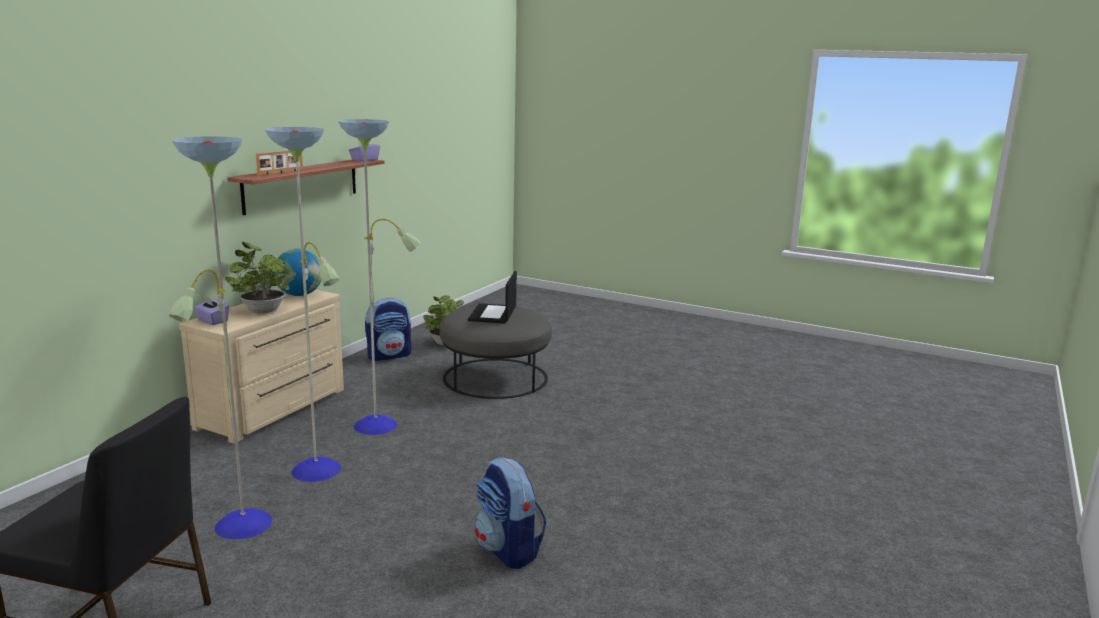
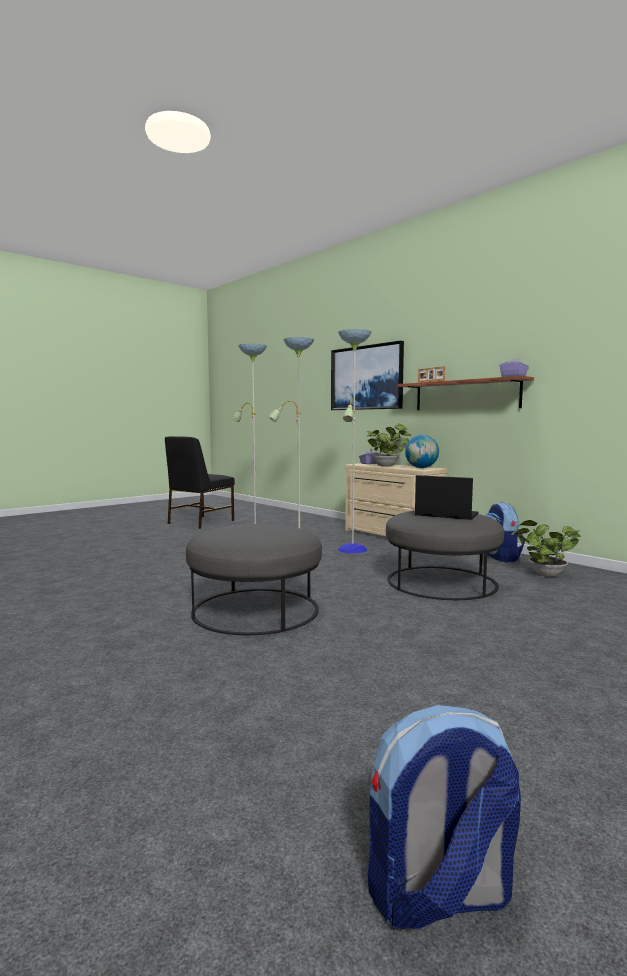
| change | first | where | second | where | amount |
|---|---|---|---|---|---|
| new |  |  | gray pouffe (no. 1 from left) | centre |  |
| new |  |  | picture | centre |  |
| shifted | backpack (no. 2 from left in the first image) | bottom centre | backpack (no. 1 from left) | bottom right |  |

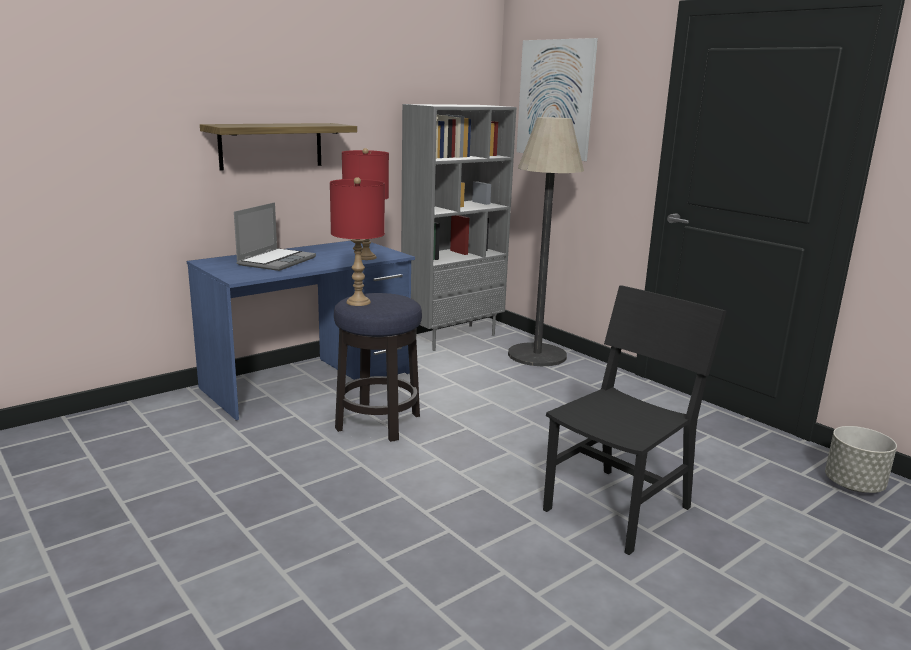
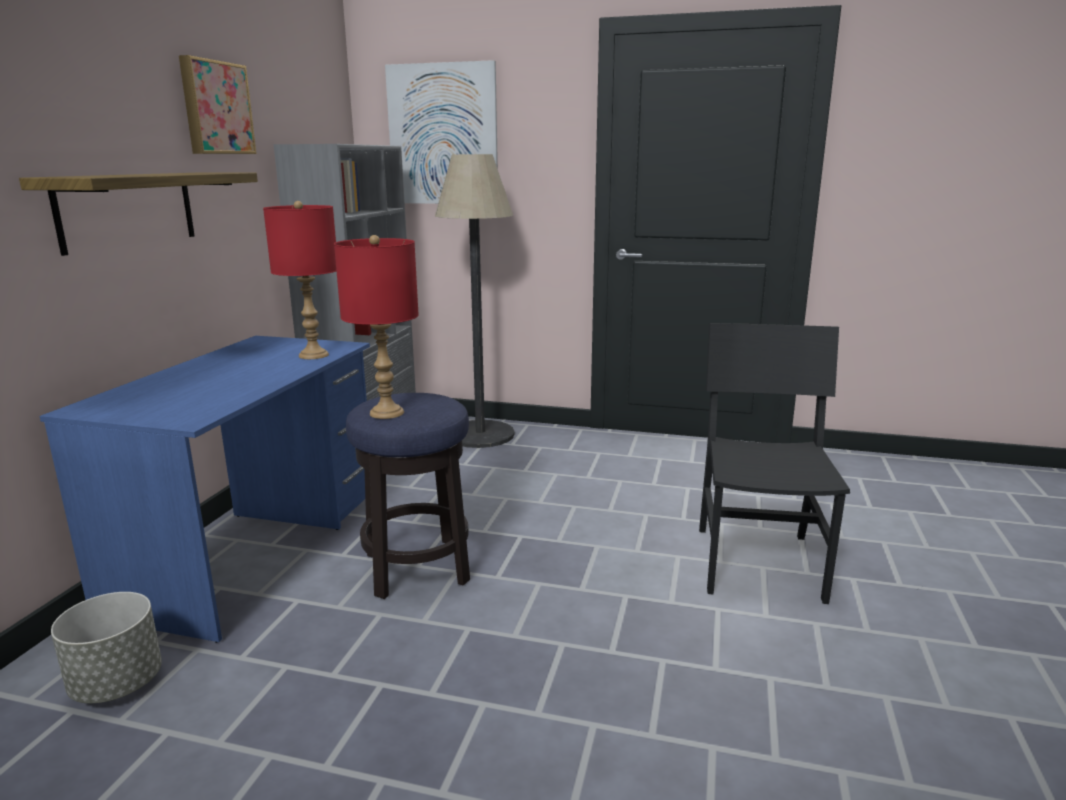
| change | first | where | second | where | amount |
|---|---|---|---|---|---|
| gone | notebook computer | middle left |  |  |  |
| new |  |  | picture (no. 1 from left) | top left |  |
| shifted | gray plant pot | bottom right |  | bottom left |  |

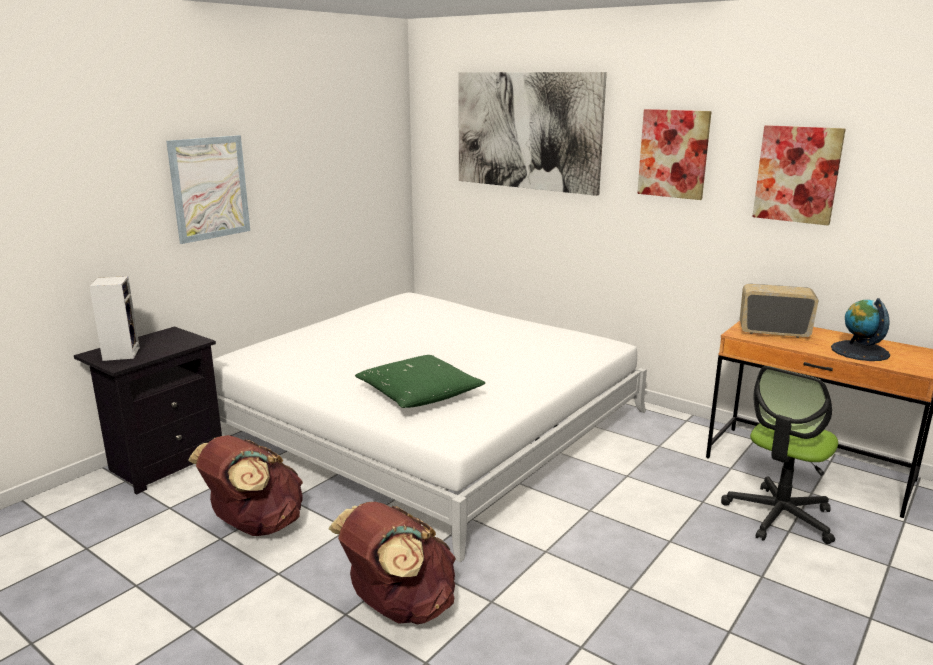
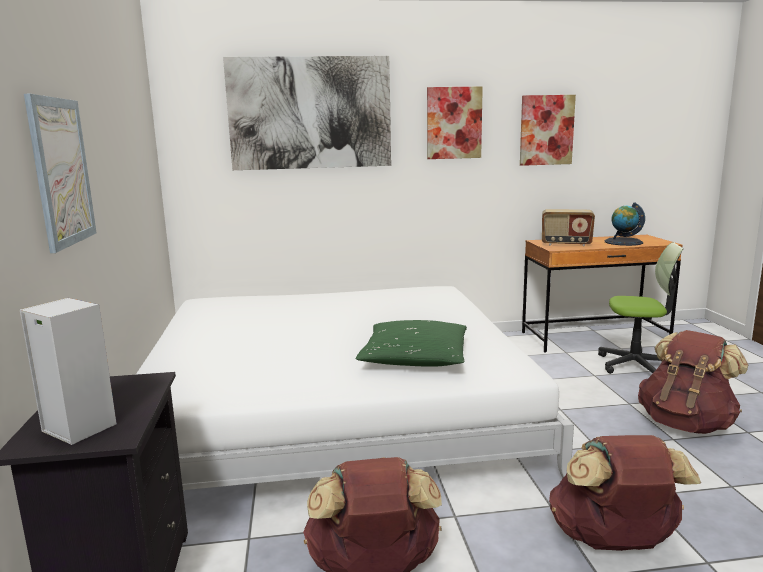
| change | first | where | second | where | amount |
|---|---|---|---|---|---|
| new |  |  | brown-coloured backpack (no. 3 from left) | bottom right |  |
| rotated | office chair | bottom right |  | middle right | 75 degrees counterclockwise |
| rotated | radio receiver | middle right |  | middle right | 135 degrees counterclockwise |

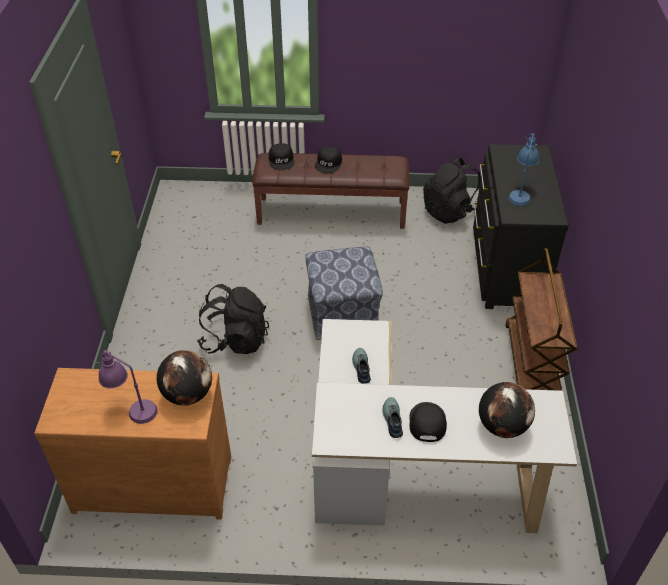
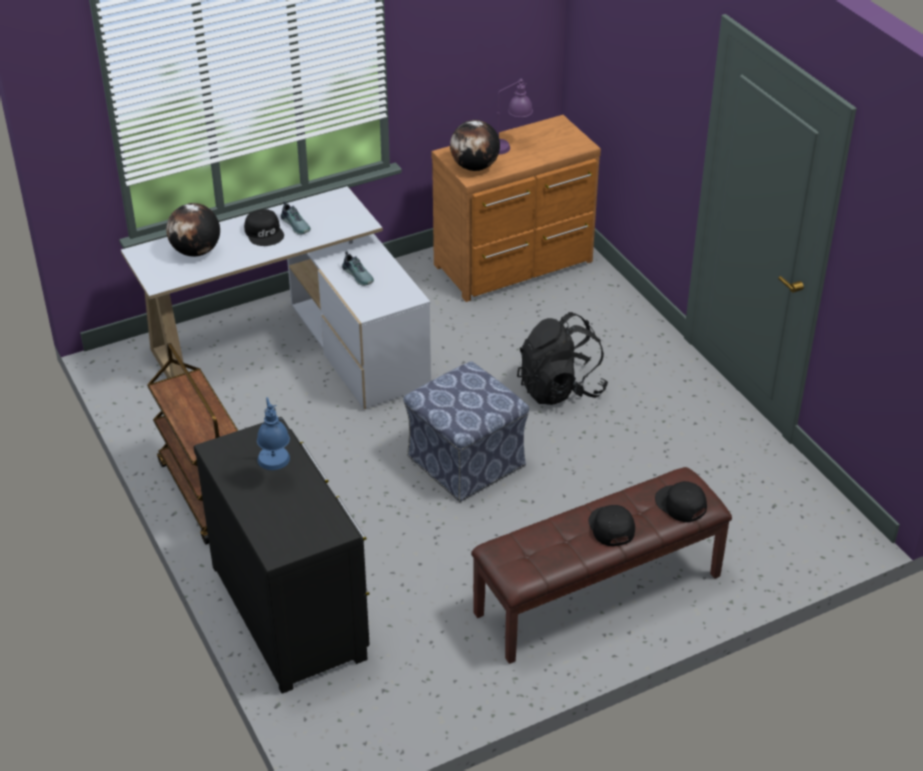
| change | first | where | second | where | amount |
|---|---|---|---|---|---|
| gone | black backpack (no. 2 from left) | top right |  |  |  |

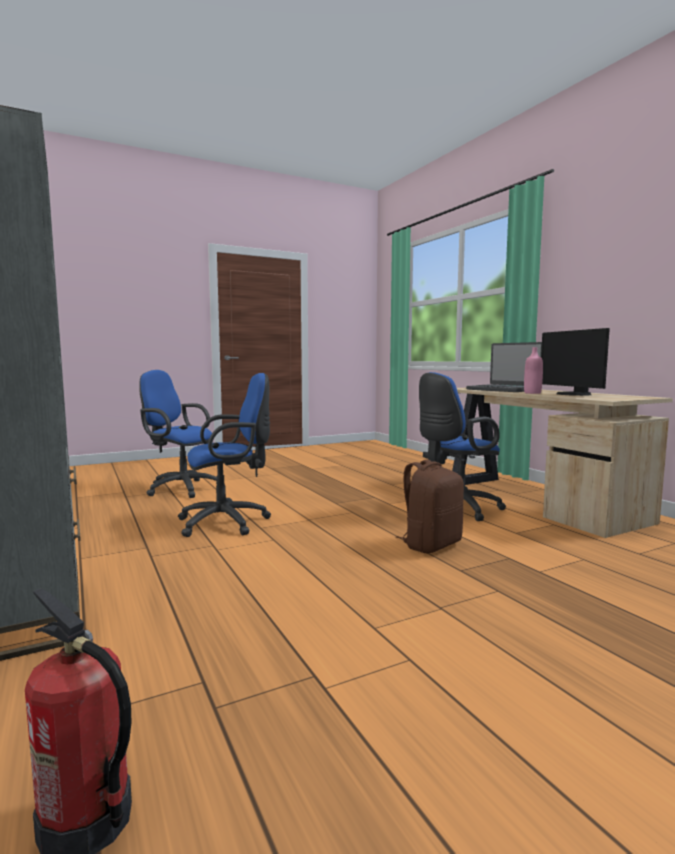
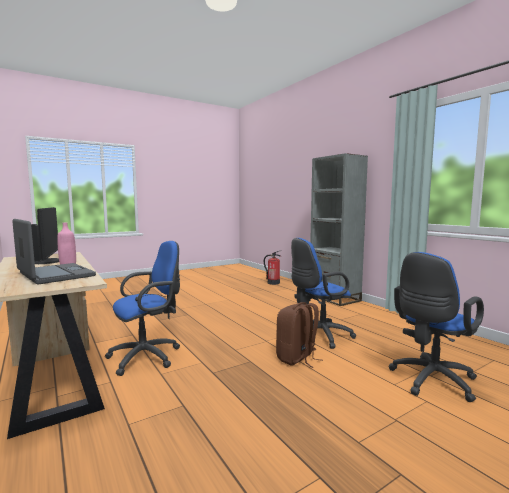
| change | first | where | second | where | amount |
|---|---|---|---|---|---|
| shifted | brown-coloured backpack | centre |  | bottom centre |  |
| rotated | blue-coloured office chair (no. 1 from left in the first image) | middle left | blue-coloured office chair (no. 3 from left) | middle right | 120 degrees clockwise |

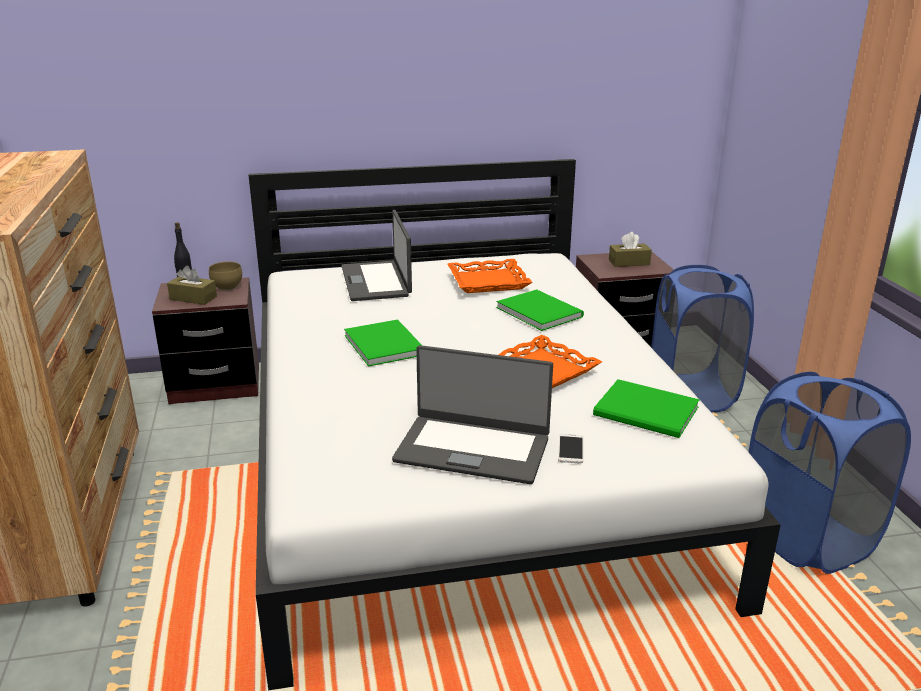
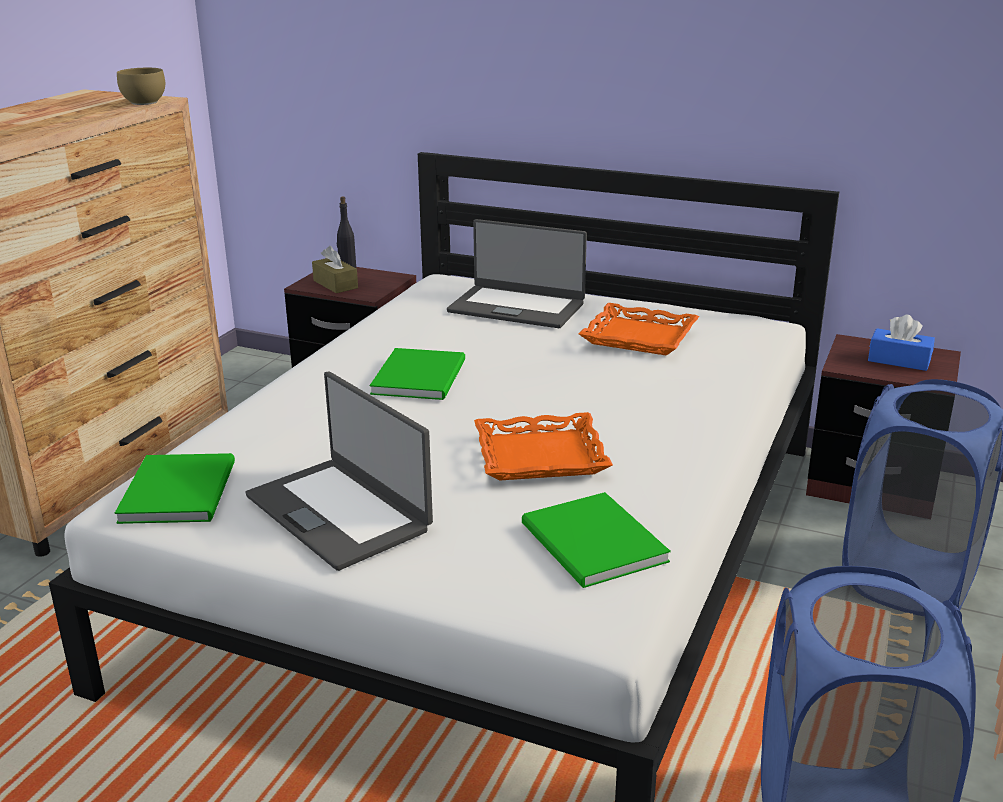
| change | first | where | second | where | amount |
|---|---|---|---|---|---|
| gone | handset | centre |  |  |  |
| shifted | brown-coloured serving bowl | middle left |  | top left |  |
| shifted | green bound book (no. 2 from left in the first image) | centre | green bound book (no. 1 from left) | middle left |  |
| repainted | brown-coloured box of tissues (no. 2 from left) | middle right | blue-coloured box of tissues | middle right |  |
| rotated | notebook computer (no. 1 from left in the first image) | centre | notebook computer (no. 2 from left) | centre | 90 degrees counterclockwise |

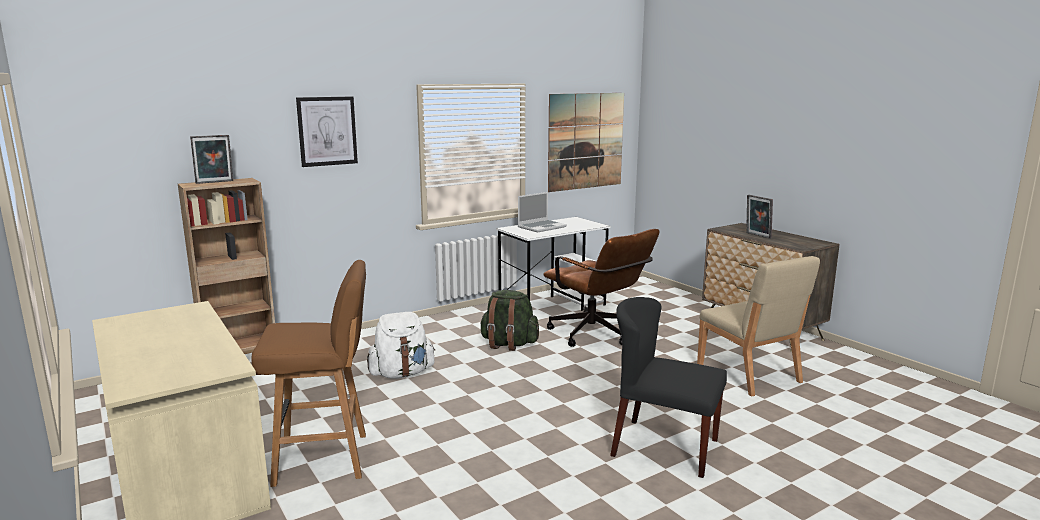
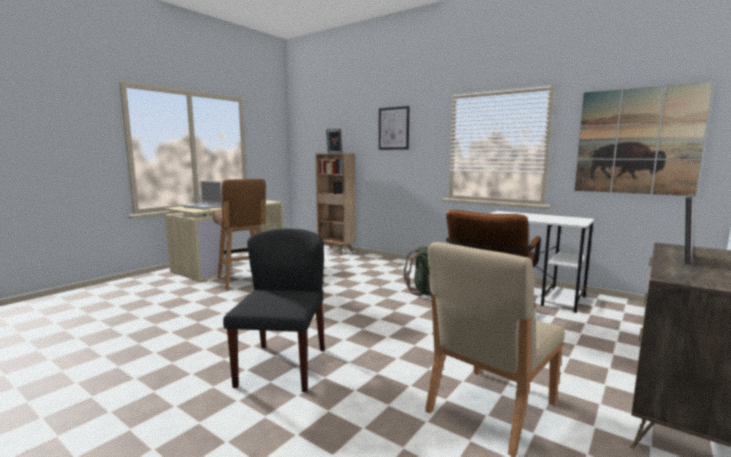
| change | first | where | second | where | amount |
|---|---|---|---|---|---|
| gone | whitish backpack | centre |  |  |  |
| shifted | notebook computer | centre |  | middle left |  |

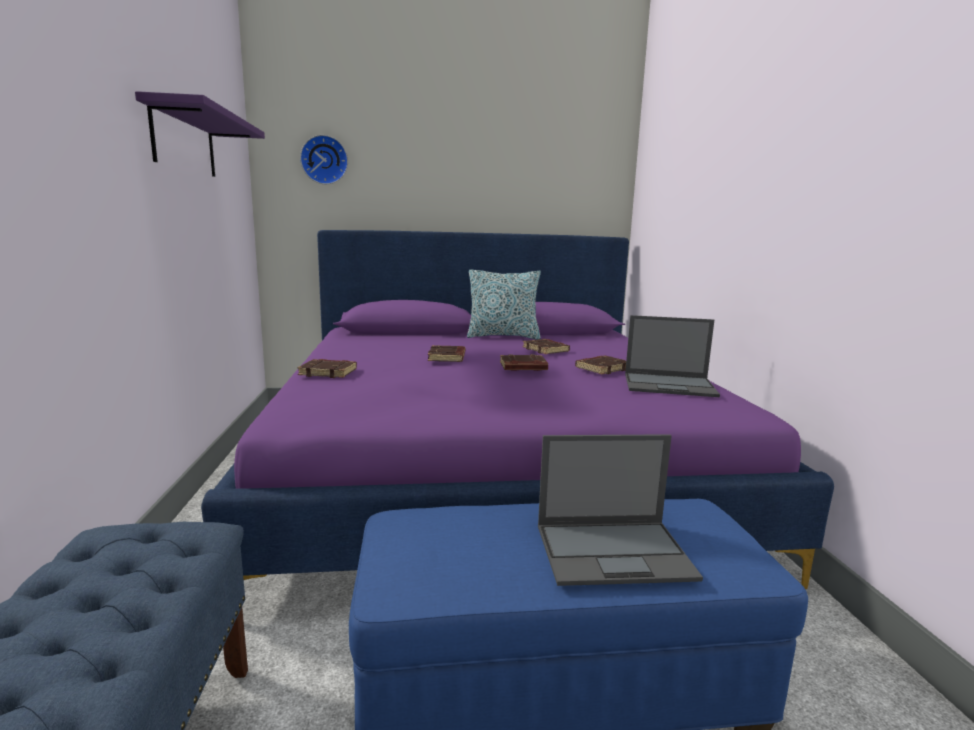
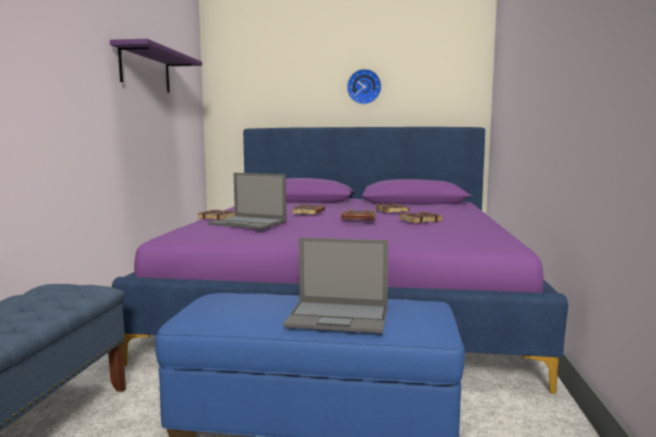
| change | first | where | second | where | amount |
|---|---|---|---|---|---|
| gone | cushion | centre |  |  |  |
| shifted | clock on the wall | top left |  | top centre |  |
| shifted | notebook computer (no. 2 from left in the first image) | middle right | notebook computer (no. 1 from left) | centre |  |

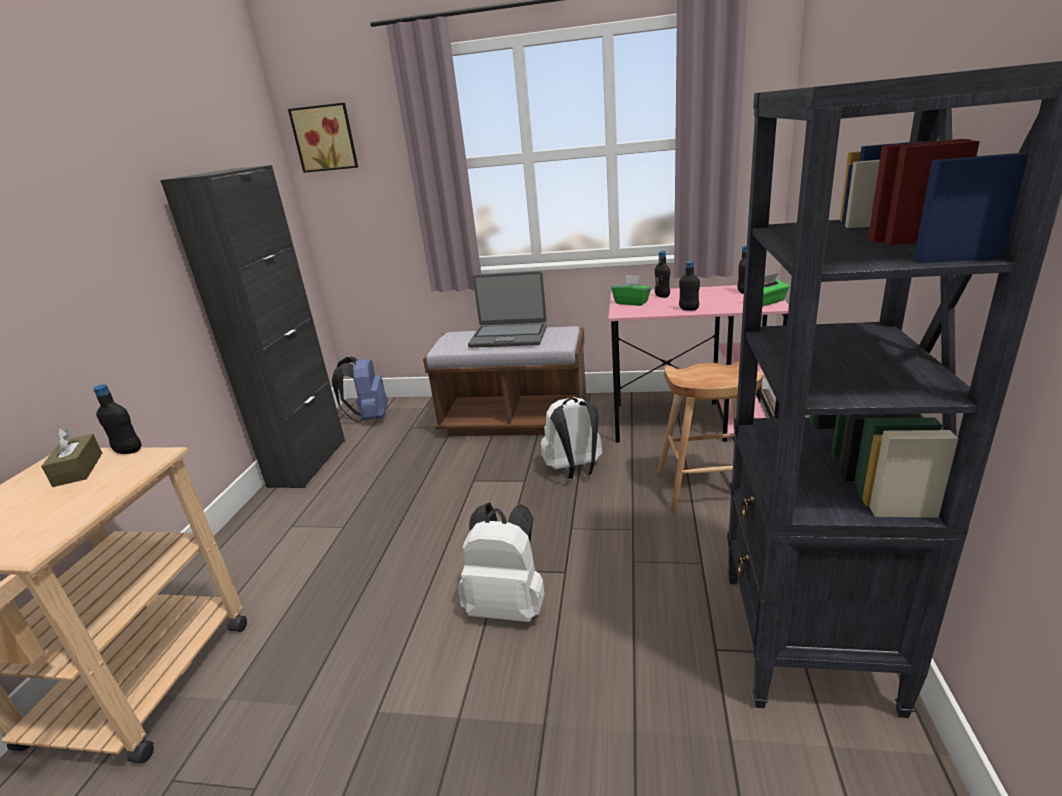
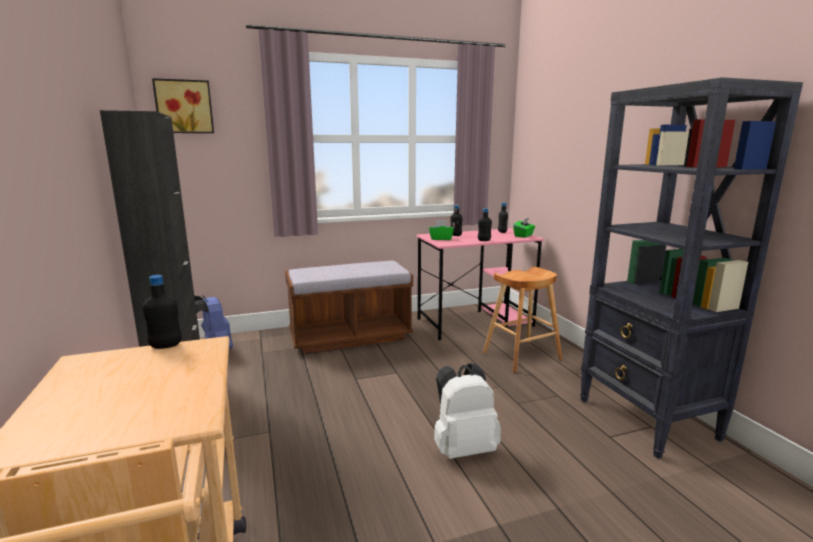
| change | first | where | second | where | amount |
|---|---|---|---|---|---|
| gone | brown-coloured box of tissues | middle left |  |  |  |
| gone | notebook computer | centre |  |  |  |
| gone | whitish backpack (no. 2 from left) | centre |  |  |  |

